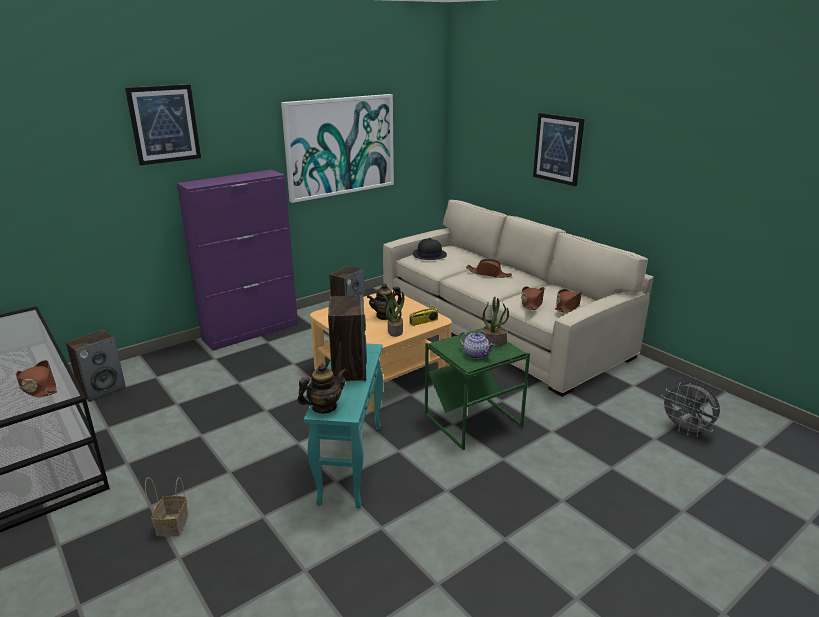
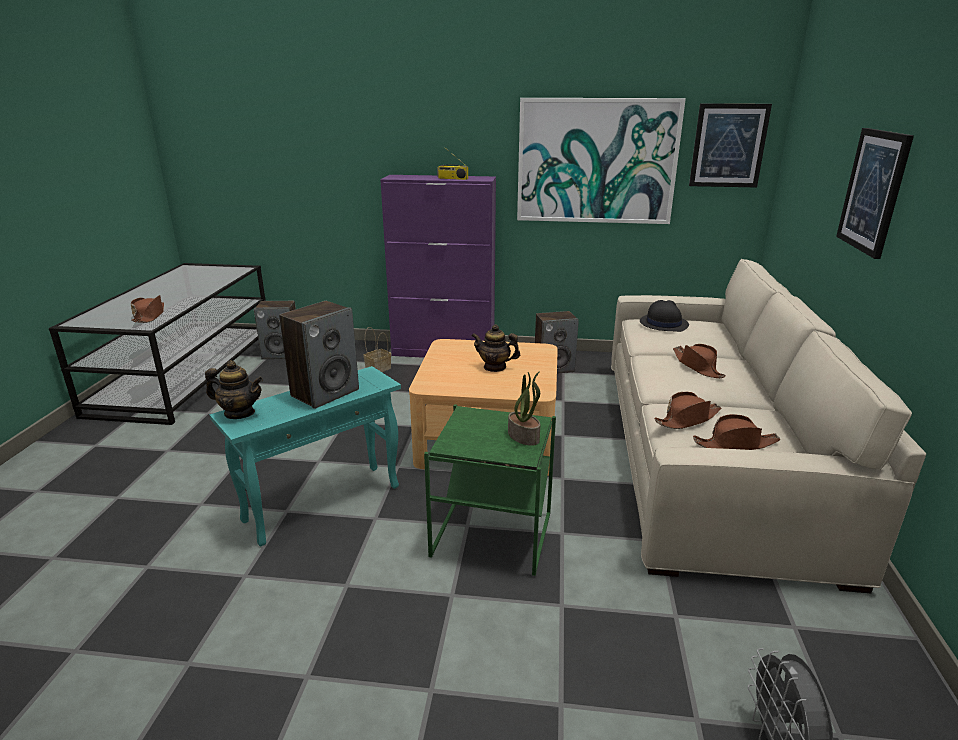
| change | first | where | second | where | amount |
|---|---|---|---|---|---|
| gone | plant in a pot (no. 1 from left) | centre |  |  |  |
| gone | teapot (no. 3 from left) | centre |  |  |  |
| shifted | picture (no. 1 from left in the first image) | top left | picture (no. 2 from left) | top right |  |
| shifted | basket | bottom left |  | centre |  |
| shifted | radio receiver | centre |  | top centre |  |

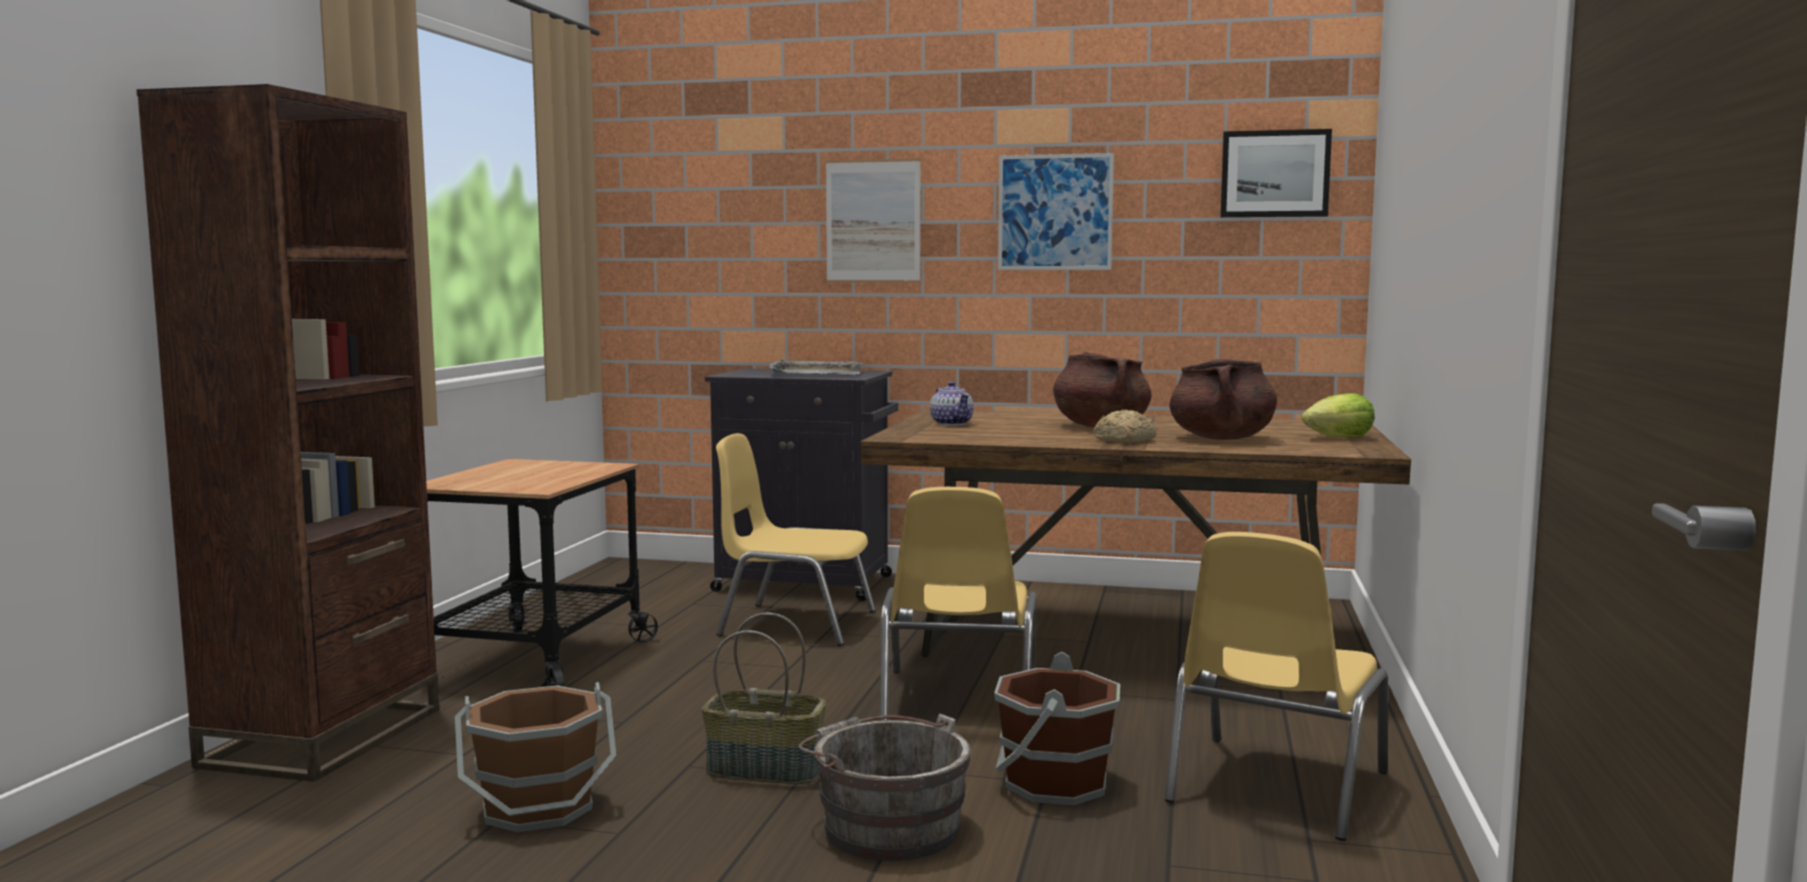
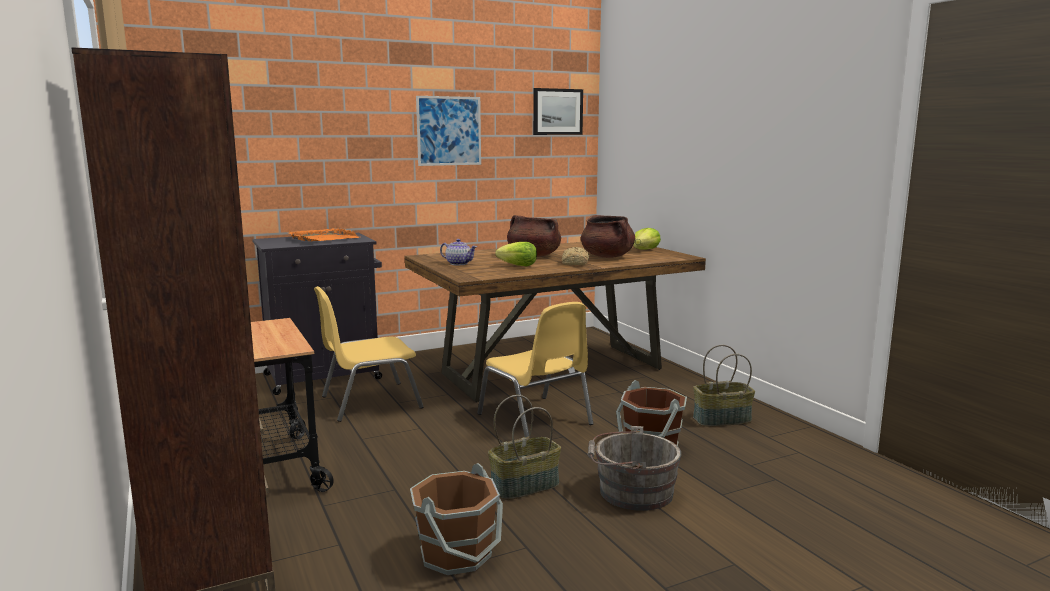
| change | first | where | second | where | amount |
|---|---|---|---|---|---|
| gone | picture (no. 1 from left) | top centre |  |  |  |
| new |  |  | lettuce (no. 1 from left) | centre |  |
| swapped | yellowish upright chair (no. 3 from left) | bottom right | basket (no. 2 from left) | middle right |  |
| repainted | gray tray | centre | orange-coloured tray | middle left |  |

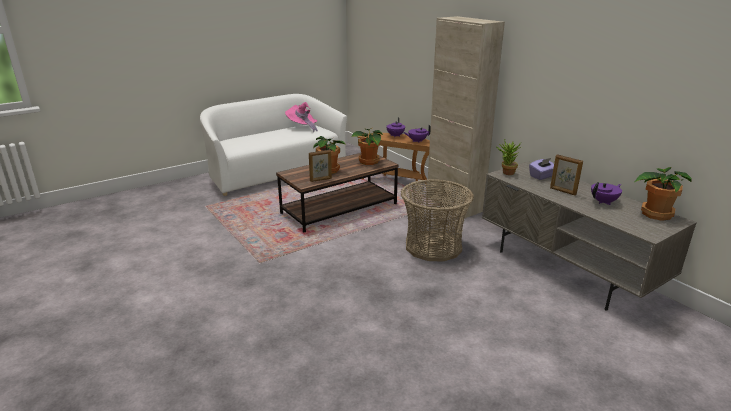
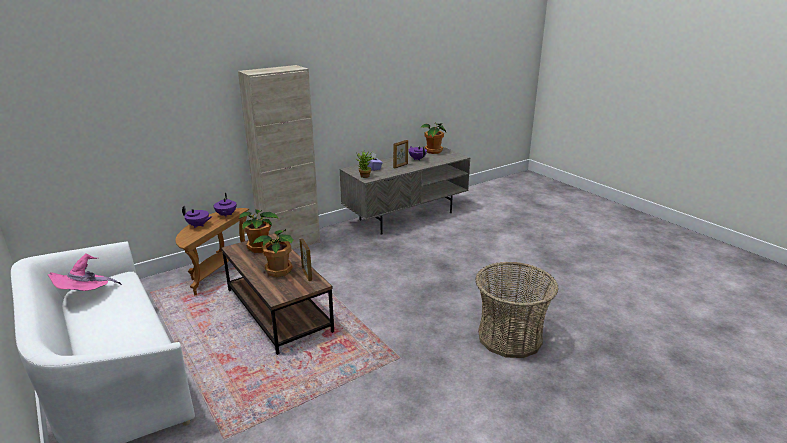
| change | first | where | second | where | amount |
|---|---|---|---|---|---|
| shifted | basket | centre |  | bottom centre |  |

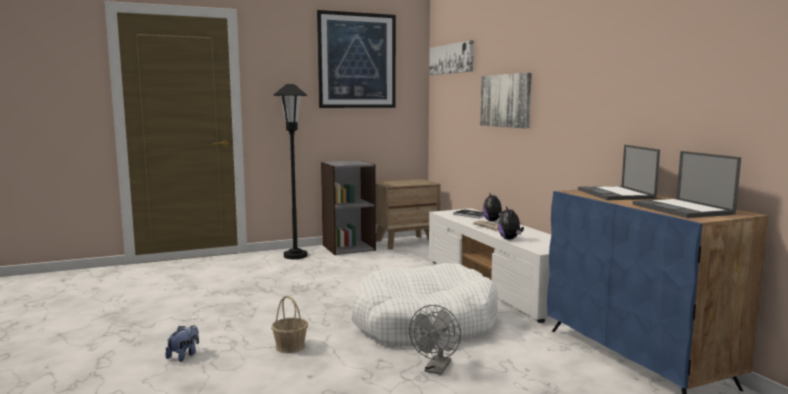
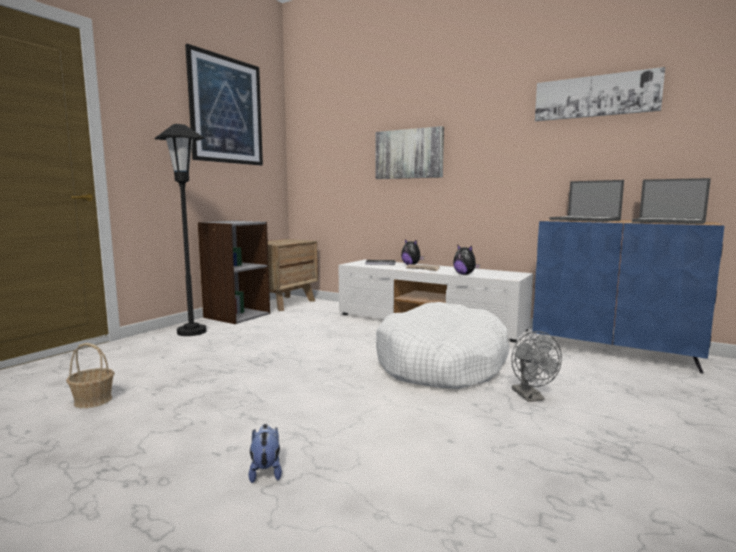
| change | first | where | second | where | amount |
|---|---|---|---|---|---|
| shifted | basket | bottom centre |  | bottom left |  |
| shifted | picture (no. 2 from left in the first image) | top centre | picture (no. 3 from left) | top right |  |

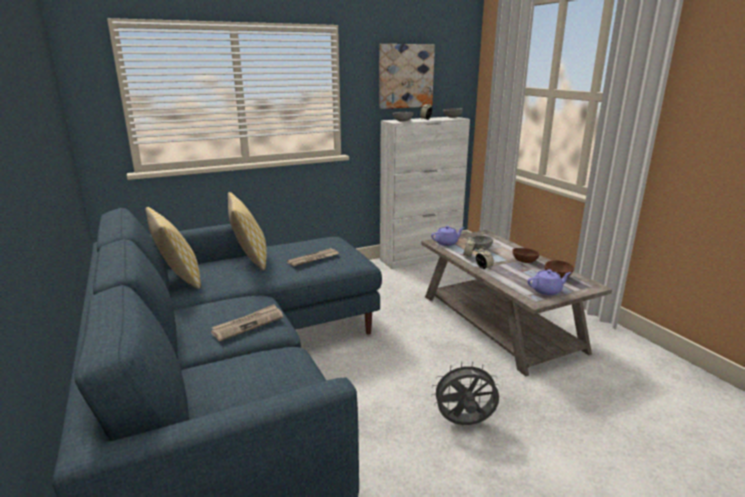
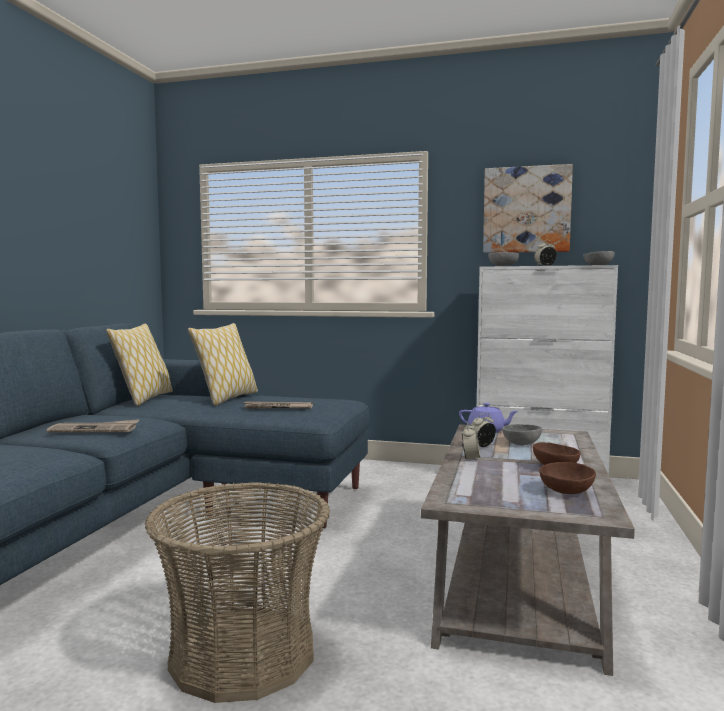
| change | first | where | second | where | amount |
|---|---|---|---|---|---|
| gone | purple teapot (no. 2 from left) | middle right |  |  |  |
| swapped | gray electric fan | bottom centre | basket | bottom left |  |

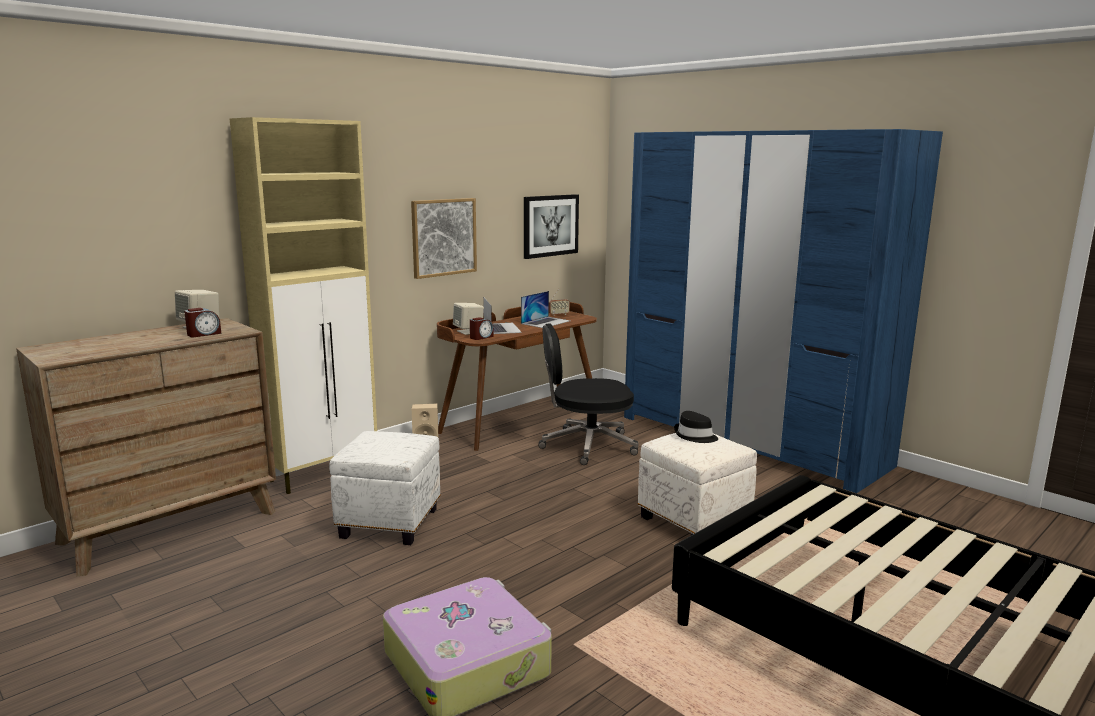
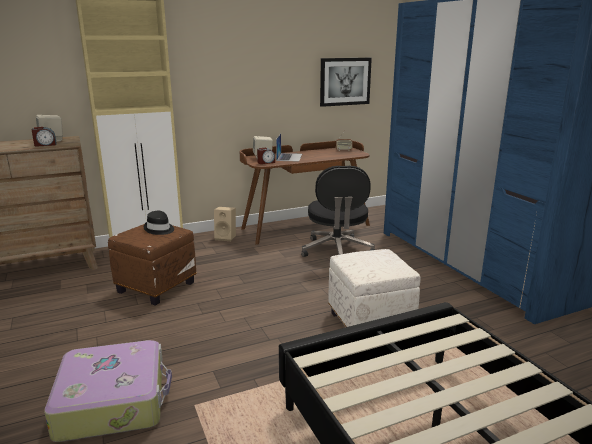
| change | first | where | second | where | amount |
|---|---|---|---|---|---|
| gone | picture (no. 1 from left) | top centre |  |  |  |
| gone | notebook computer (no. 2 from left) | centre |  |  |  |
| shifted | black wearable hat | centre |  | middle left |  |
| repainted | whitish pouffe (no. 1 from left) | bottom centre | brown-coloured pouffe | middle left |  |
| rotated | black office chair | centre |  | centre | 105 degrees counterclockwise |

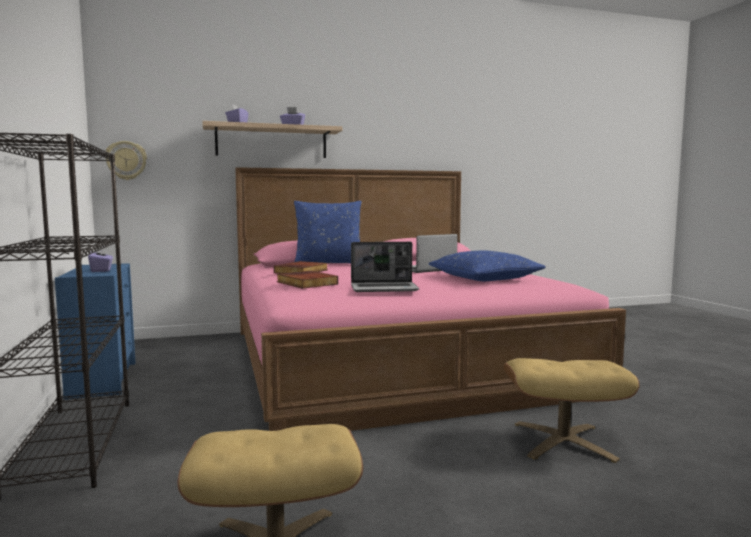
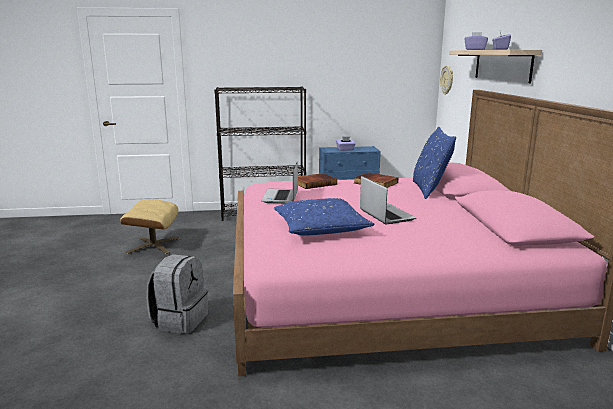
| change | first | where | second | where | amount |
|---|---|---|---|---|---|
| swapped | beige-coloured pouffe (no. 2 from left) | bottom right | gray backpack | bottom left |  |

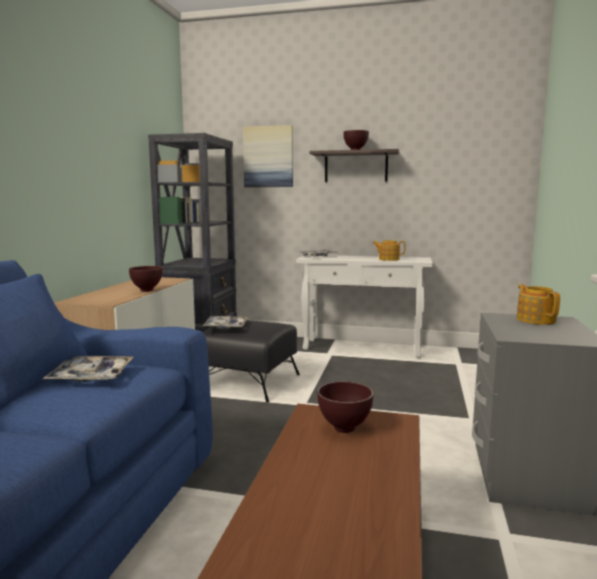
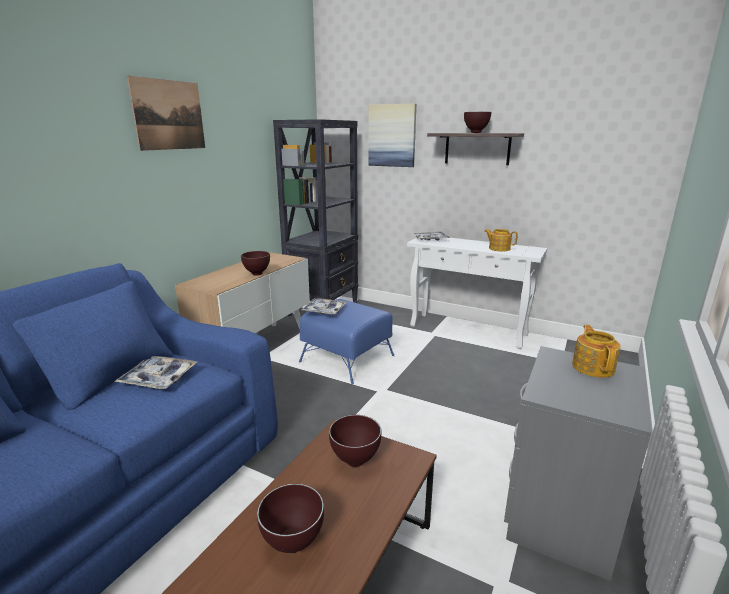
| change | first | where | second | where | amount |
|---|---|---|---|---|---|
| new |  |  | picture (no. 1 from left) | top left |  |
| new |  |  | brown-coloured serving bowl (no. 2 from left) | bottom centre |  |
| repainted | black pouffe | centre | blue-coloured pouffe | centre |  |

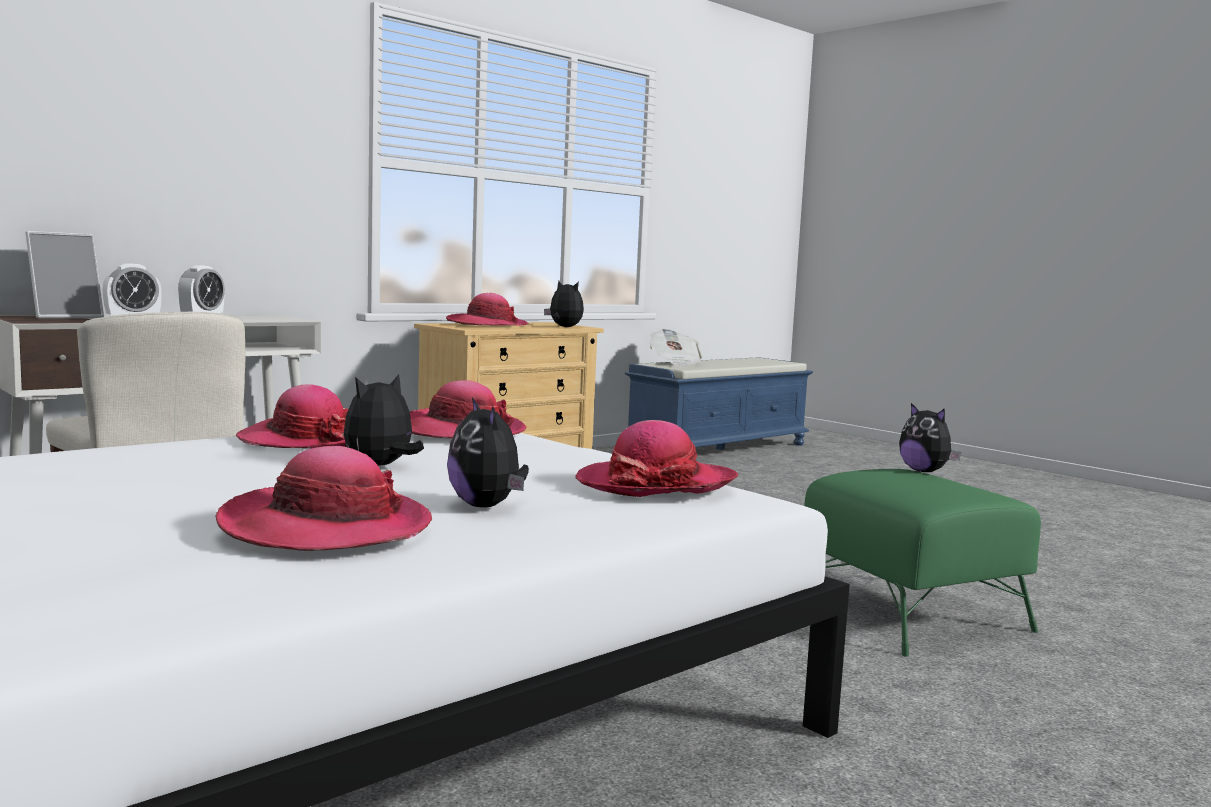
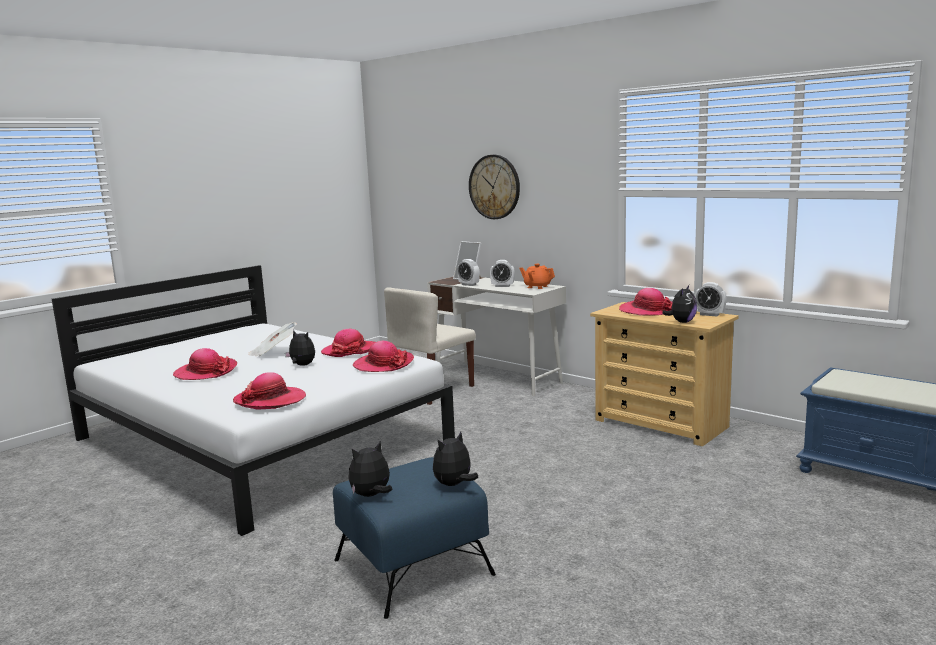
| change | first | where | second | where | amount |
|---|---|---|---|---|---|
| new |  |  | clock on the wall | top centre |  |
| new |  |  | orange-coloured teapot | centre |  |
| new |  |  | bedside clock (no. 3 from left) | middle right |  |
| shifted | soft toy (no. 2 from left) | centre |  | bottom centre |  |
| shifted | daily paper | centre |  | middle left |  |
| repainted | green pouffe | bottom right | blue-coloured pouffe | bottom centre |  |

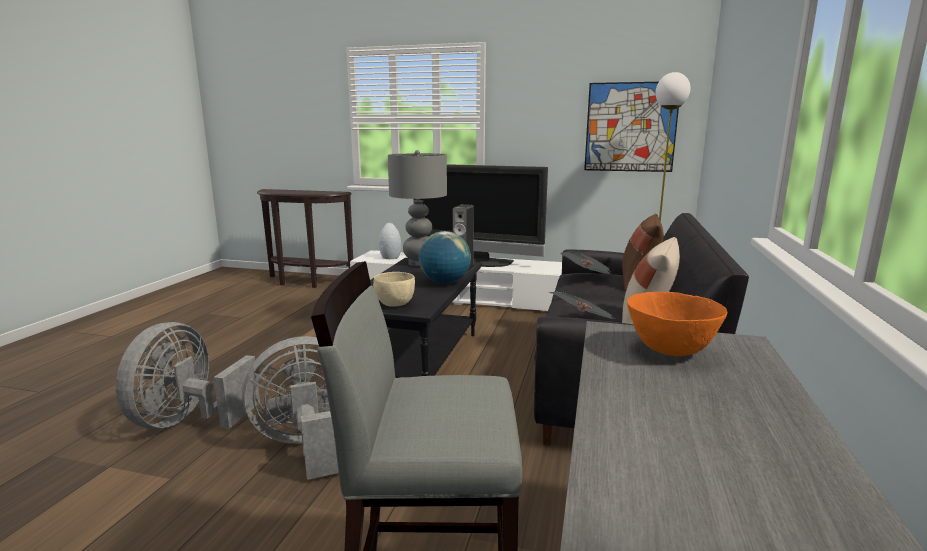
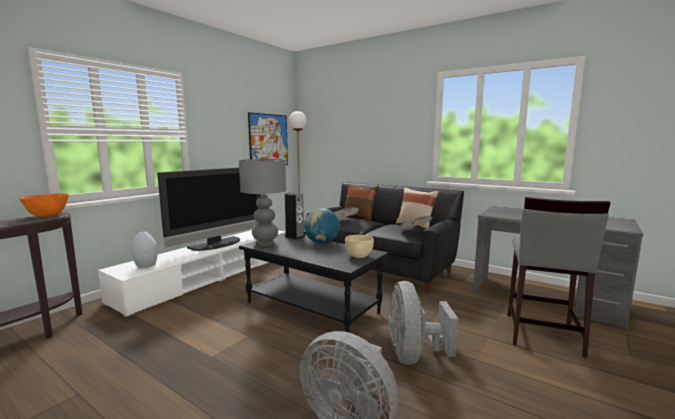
| change | first | where | second | where | amount |
|---|---|---|---|---|---|
| shifted | orange-coloured serving bowl | middle right |  | middle left |  |

